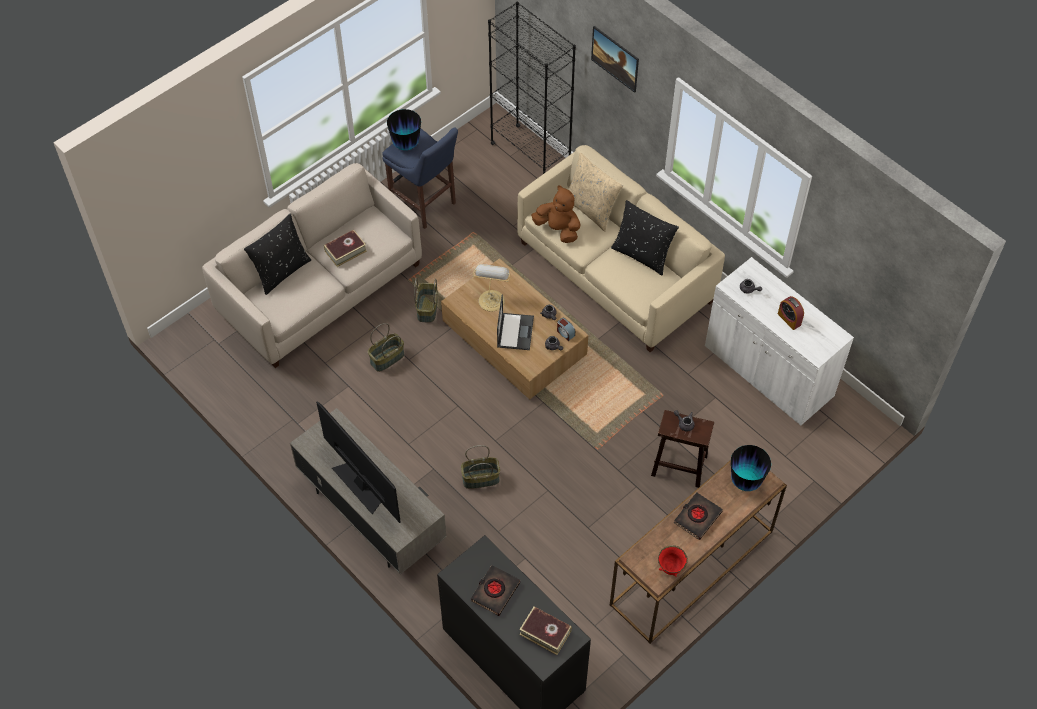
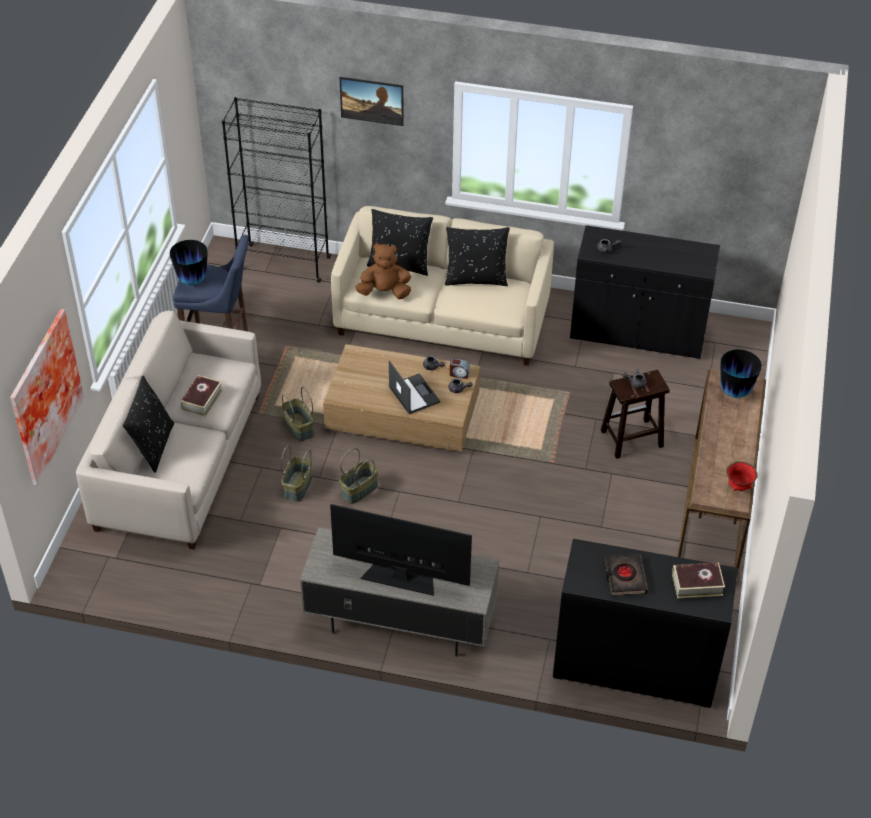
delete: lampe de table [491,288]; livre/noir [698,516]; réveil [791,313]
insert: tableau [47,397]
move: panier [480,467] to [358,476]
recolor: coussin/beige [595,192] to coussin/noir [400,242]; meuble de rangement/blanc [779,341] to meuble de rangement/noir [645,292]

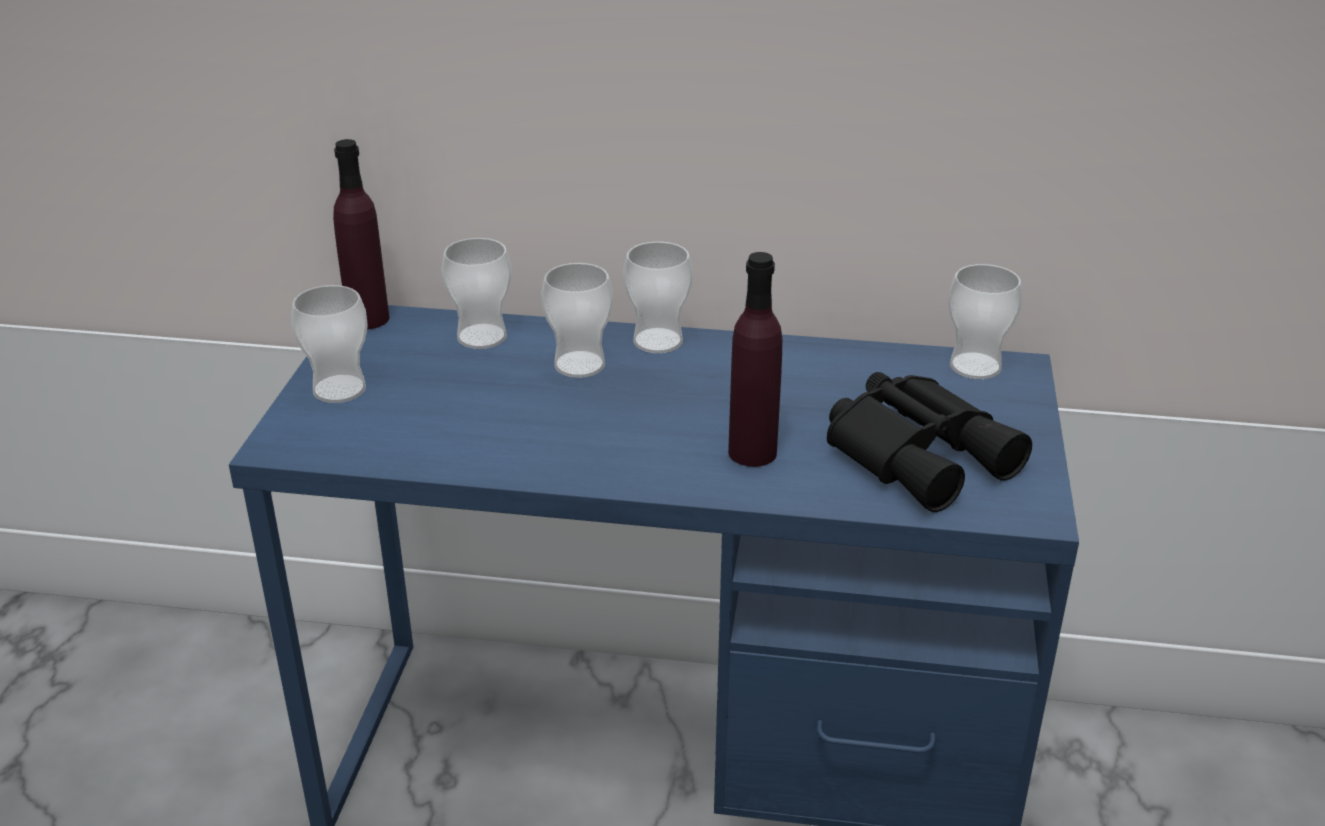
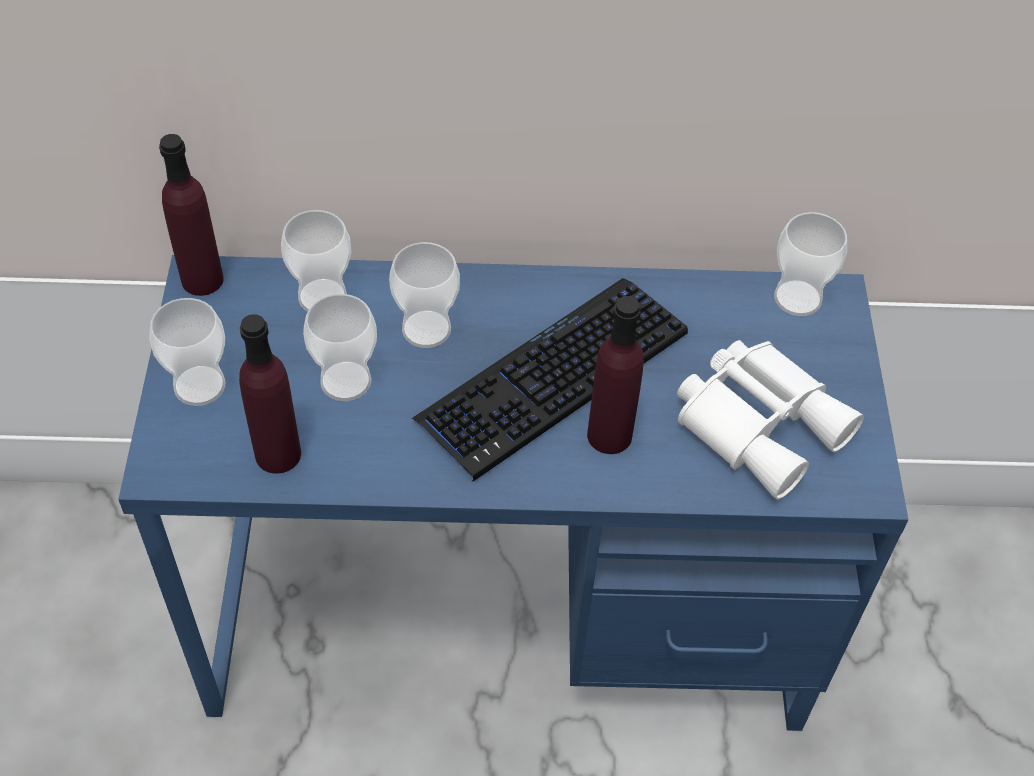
insert: bouteille/violet [270,394]; clavier [550,379]
move: tasse [658,297] to [340,347]
recolor: jumelles/noir [929,442] to jumelles/blanc [770,420]

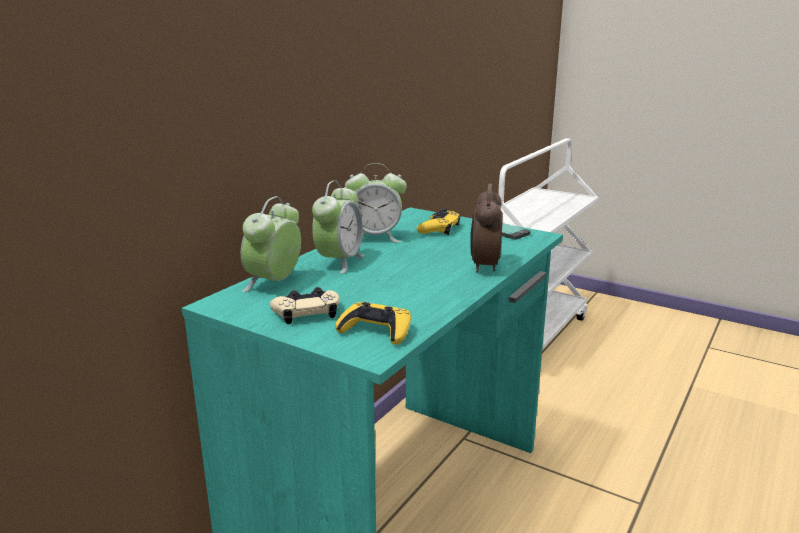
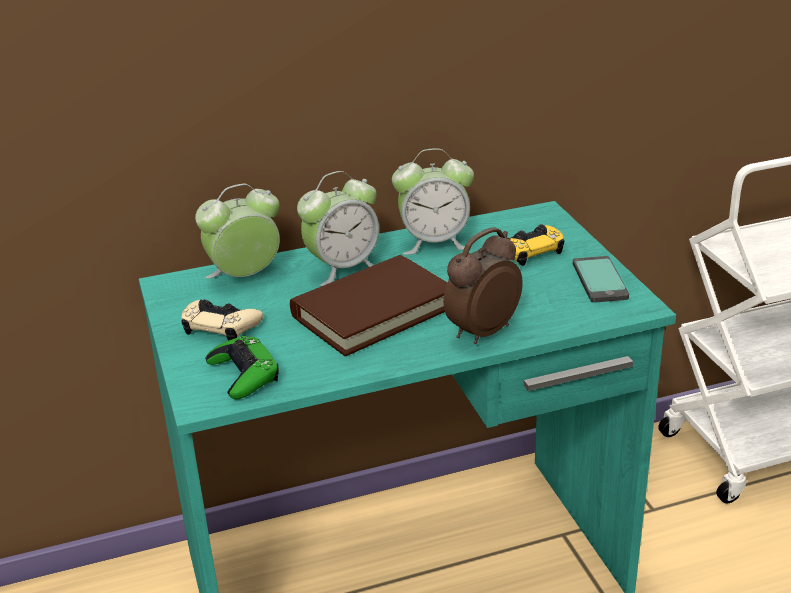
insert: livre/marron [368,305]
recolor: manette/jaune [373,323] to manette/vert [242,368]
rotate: réveil [376,203] = [433,201] 45 degrees counterclockwise

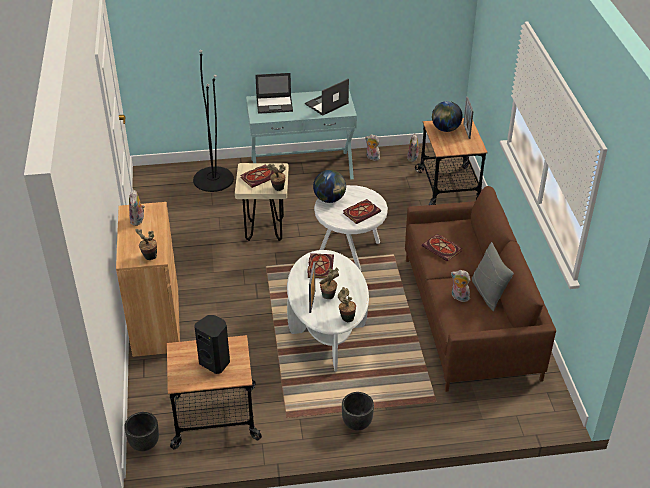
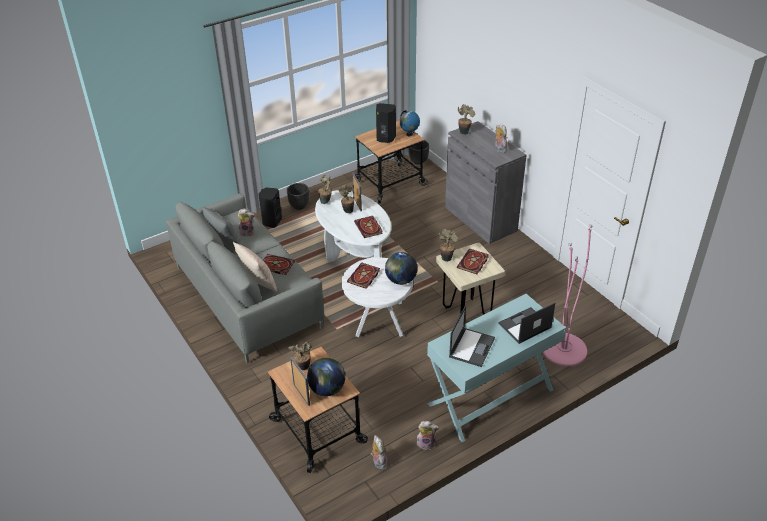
insert: coussin/beige [255,267]; enceinte/noir [270,208]; plante en pot [300,356]; globe [409,123]
recolor: meuble de rangement/marron [148,279] to meuble de rangement/gris [486,182]; lampadaire/noir [213,121] to lampadaire/rose [568,295]; canapé/marron [480,289] to canapé/gris [245,278]

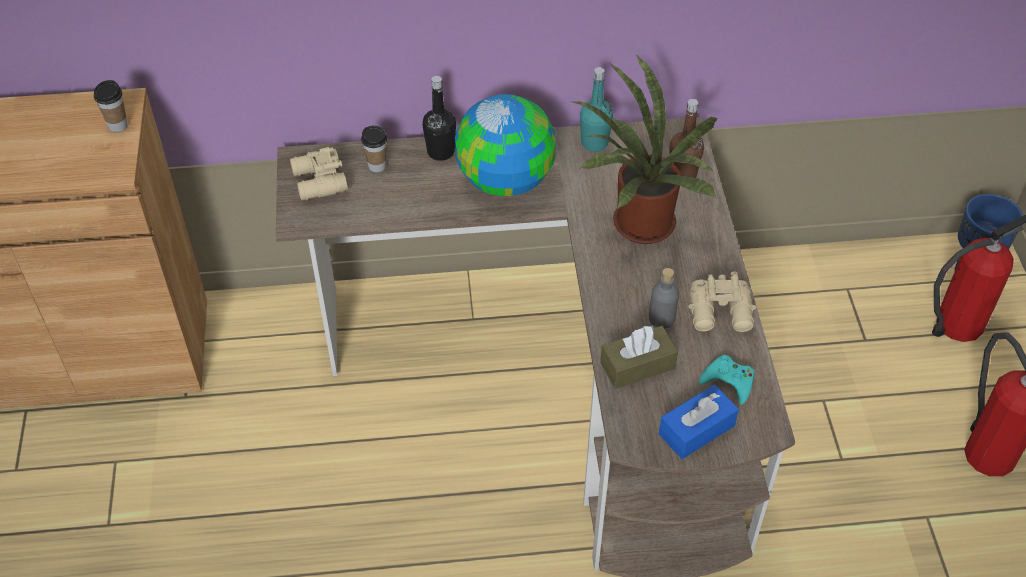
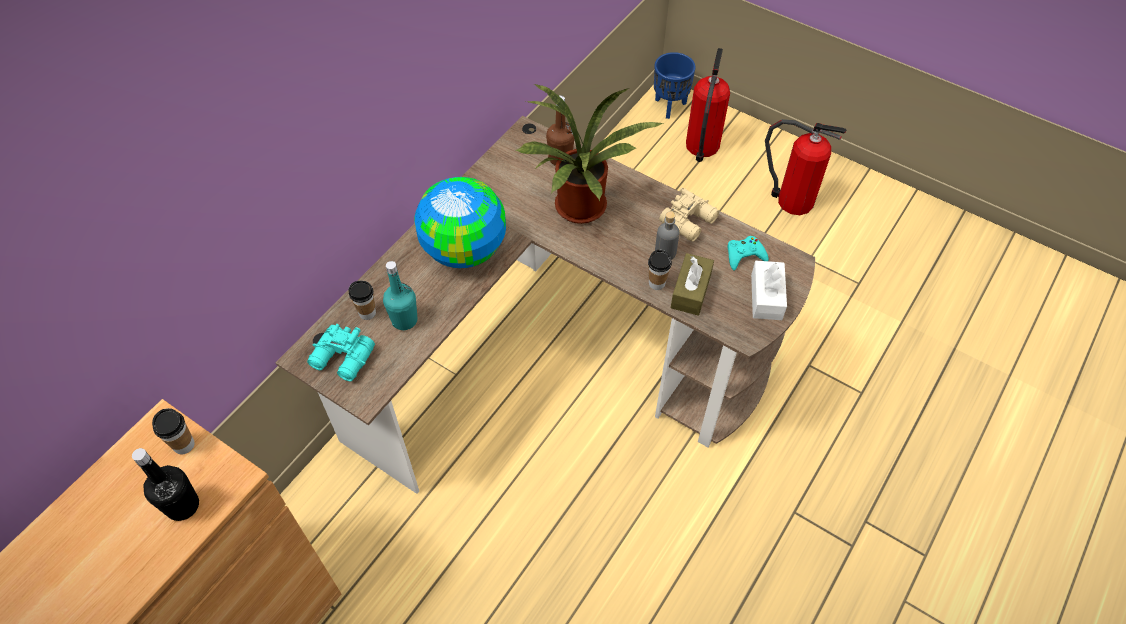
insert: tasse [660,269]
move: bouteille/noir [439,118] to [165,484]; bouteille/turquoise [596,109] to [400,295]
recolor: jumelles/beige [319,174] to jumelles/turquoise [341,352]; boîte à mouchoirs/bleu [699,421] to boîte à mouchoirs/blanc [769,290]

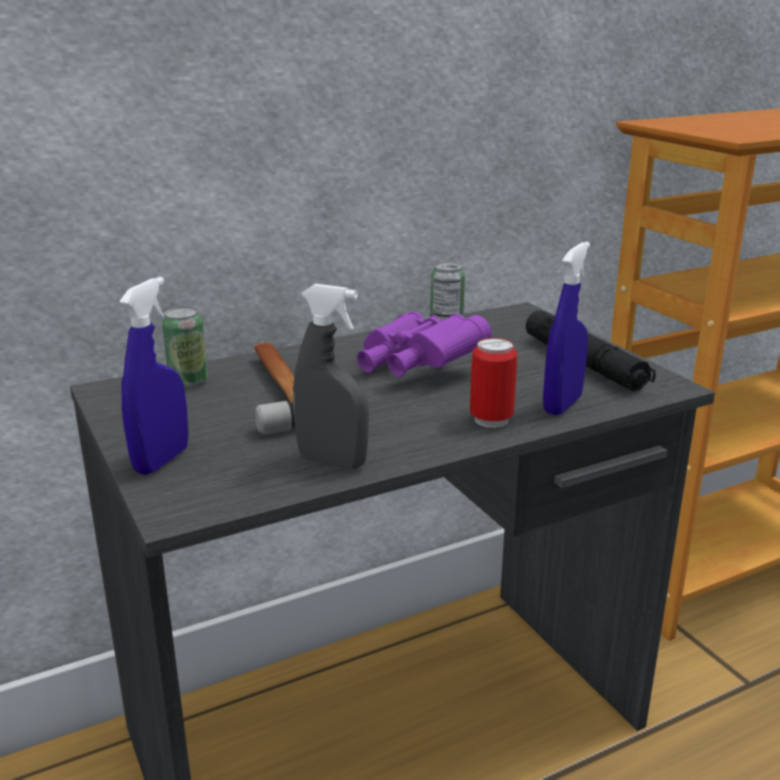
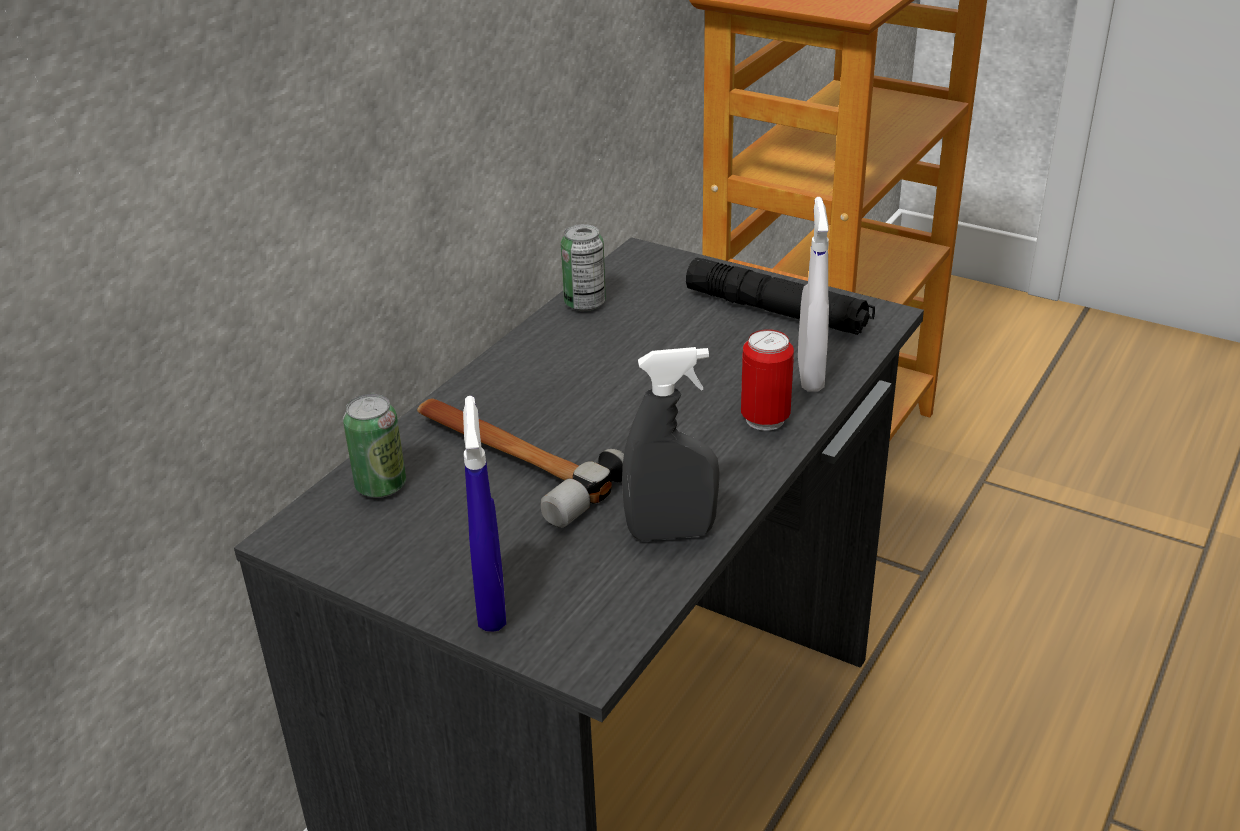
delete: jumelles/violet [424,344]
recolor: vaporisateur/bleu [566,328] to vaporisateur/blanc [813,294]

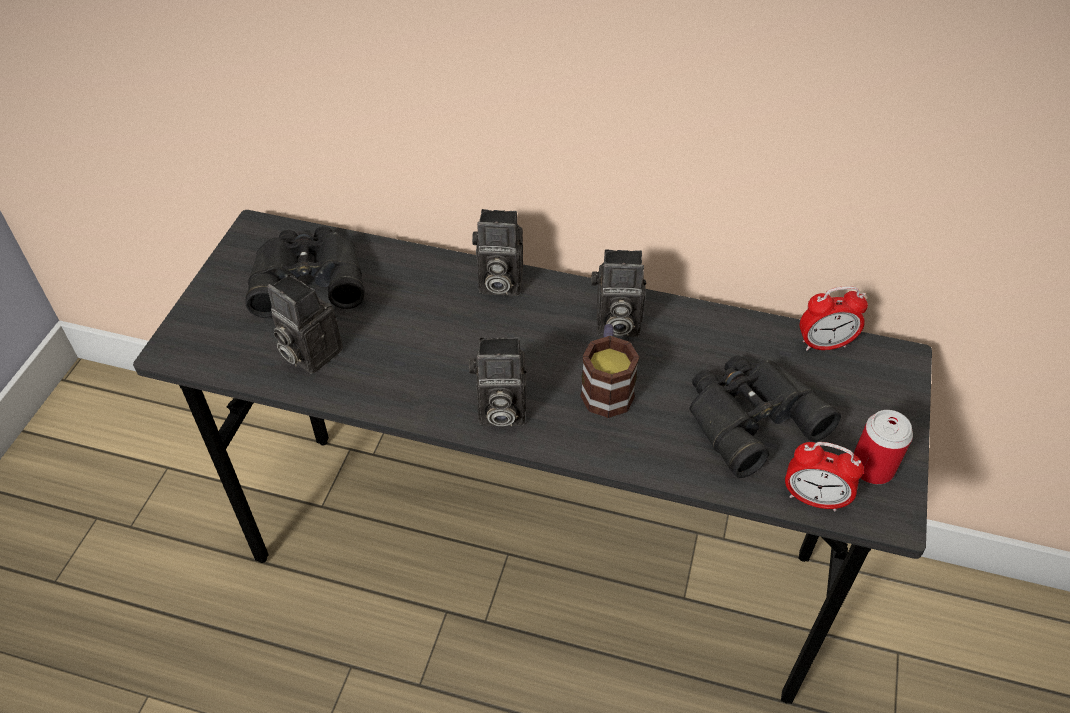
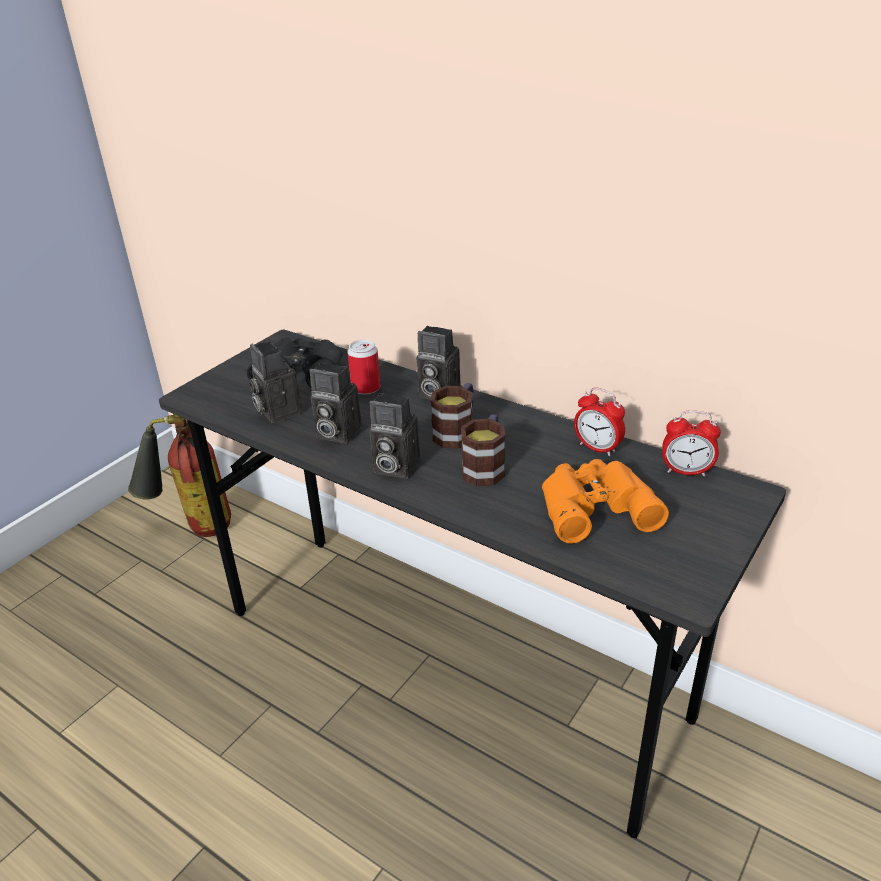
insert: extincteur [179,475]; mug [451,416]
move: appareil photo [618,293] to [335,403]; réveil [824,476] to [599,422]; boîte métallique [883,447] to [364,367]
recolor: jumelles/noir [765,416] to jumelles/orange [605,501]

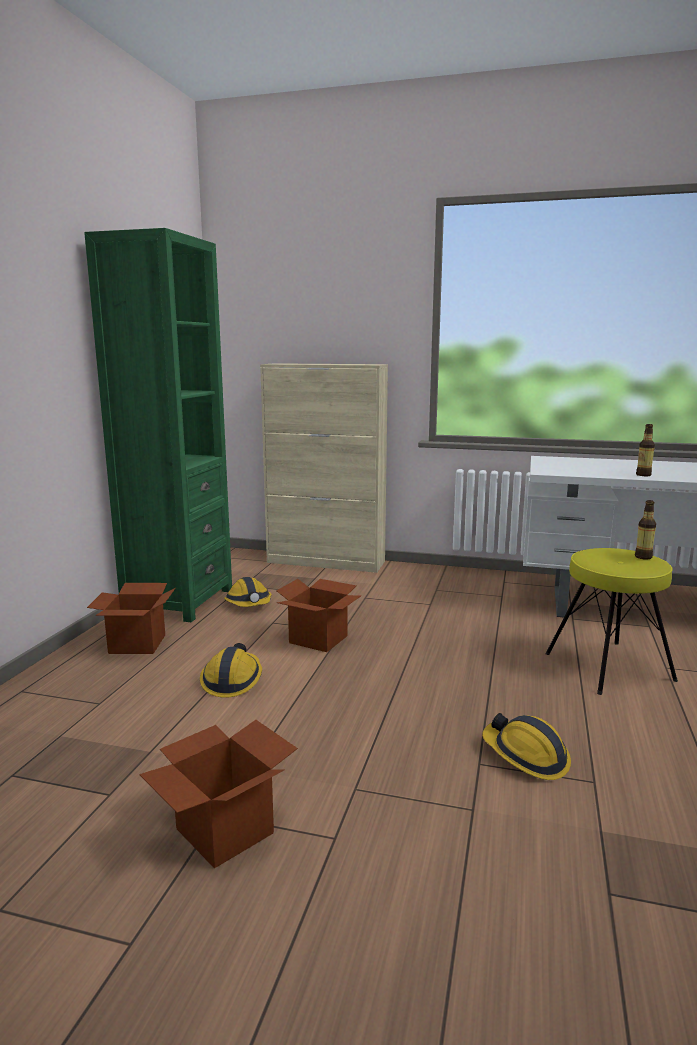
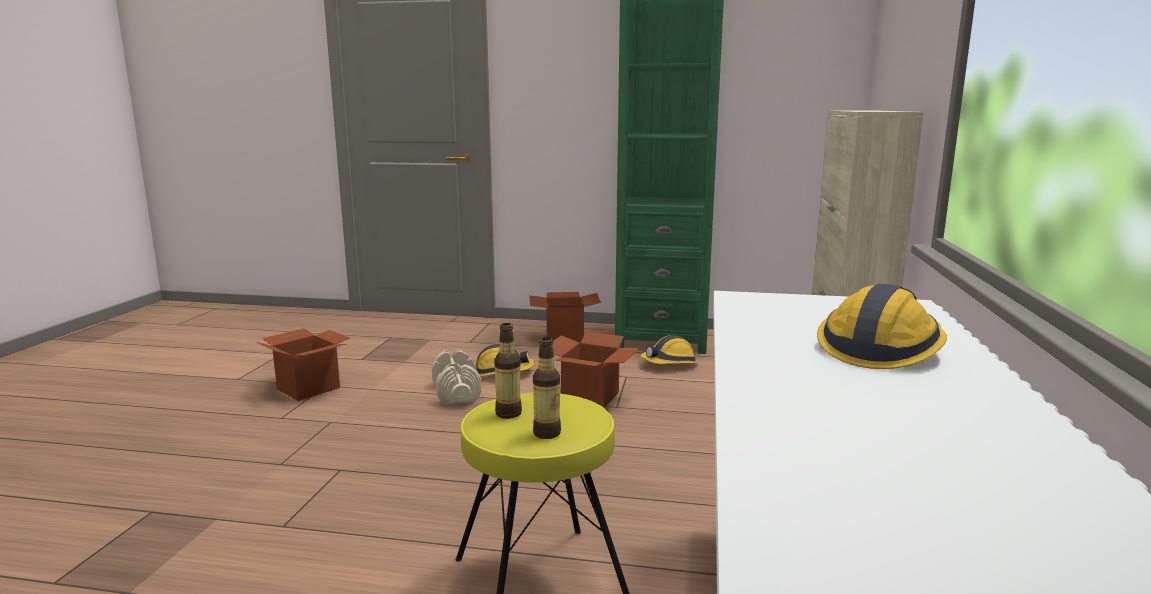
insert: haltère/beige [456,377]
move: casque de chantier [526,746] to [882,326]; bouteille [645,450] to [508,371]

